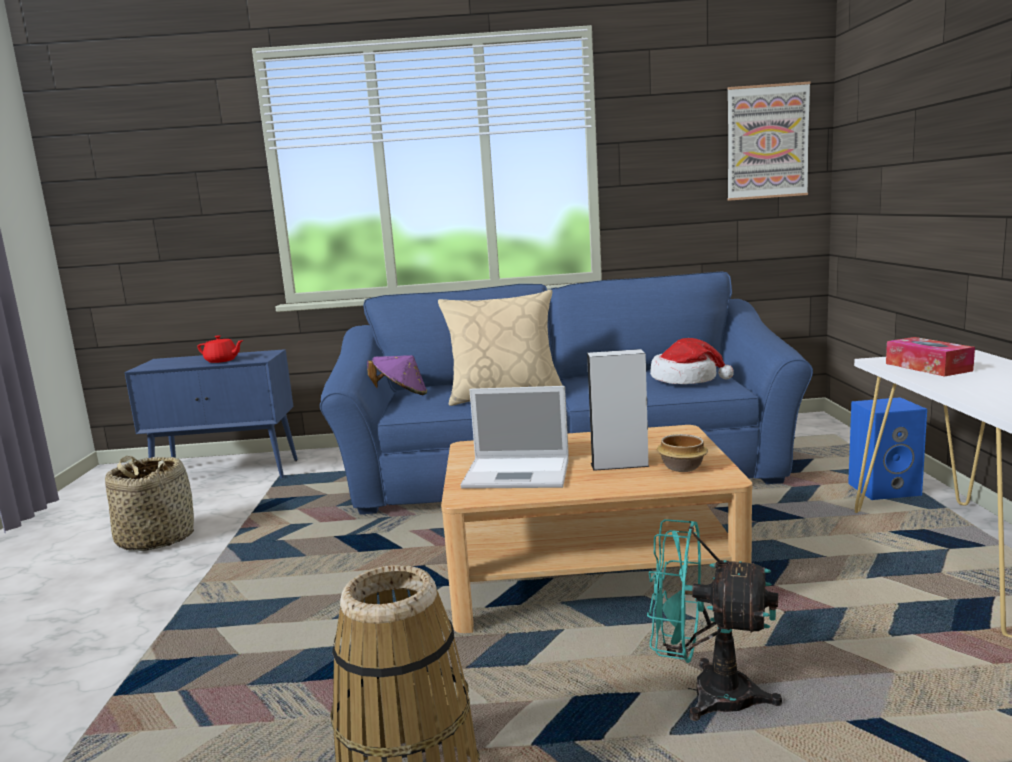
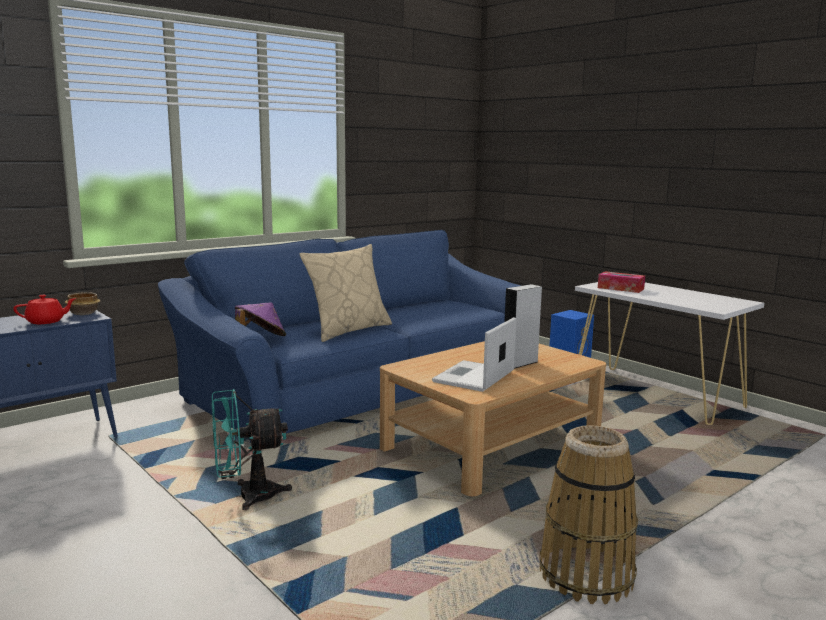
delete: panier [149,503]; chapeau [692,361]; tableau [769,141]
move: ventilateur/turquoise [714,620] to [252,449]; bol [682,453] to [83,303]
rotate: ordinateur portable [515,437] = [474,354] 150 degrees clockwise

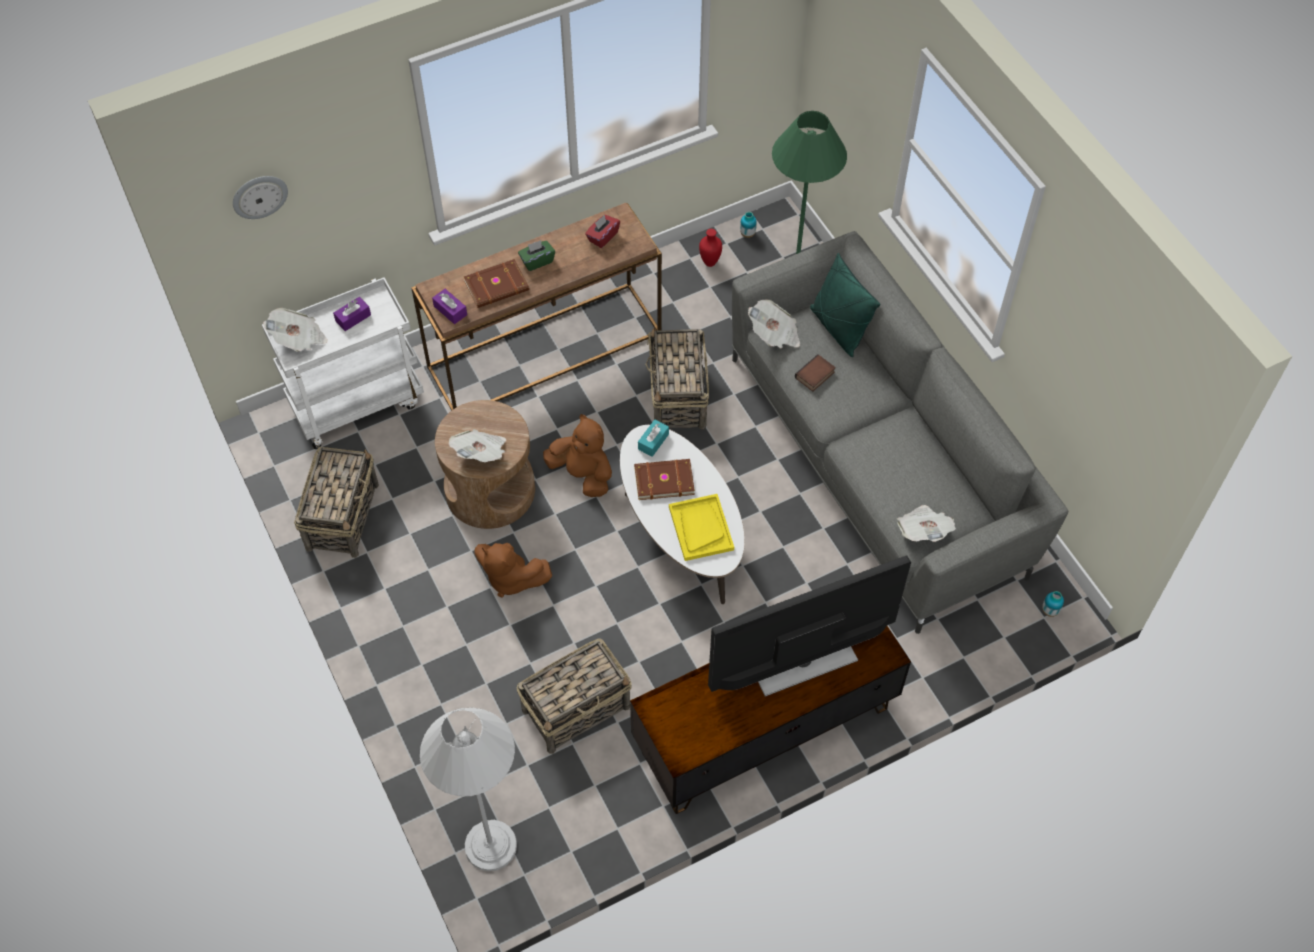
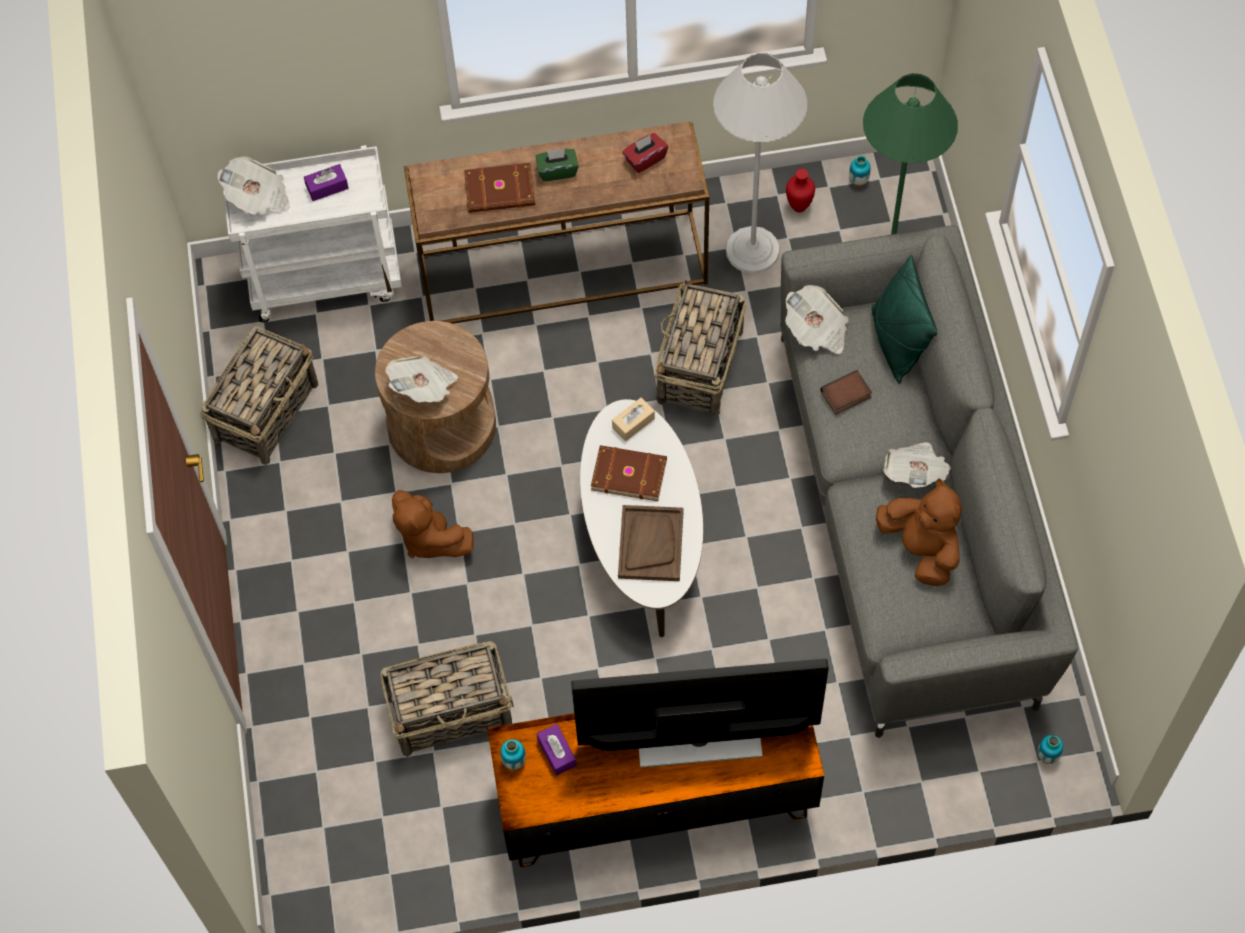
delete: horloge murale [260,197]
insert: vase [513,754]
move: lampadaire/blanc [468,789] to [760,163]; boîte à mouchoirs/violet [449,306] to [557,750]; peluche/marron [577,455] to [919,532]; journal [926,523] to [917,465]
recolor: boîte à mouchoirs/turquoise [653,438] to boîte à mouchoirs/beige [633,419]; plateau/jaune [701,527] to plateau/marron [651,543]

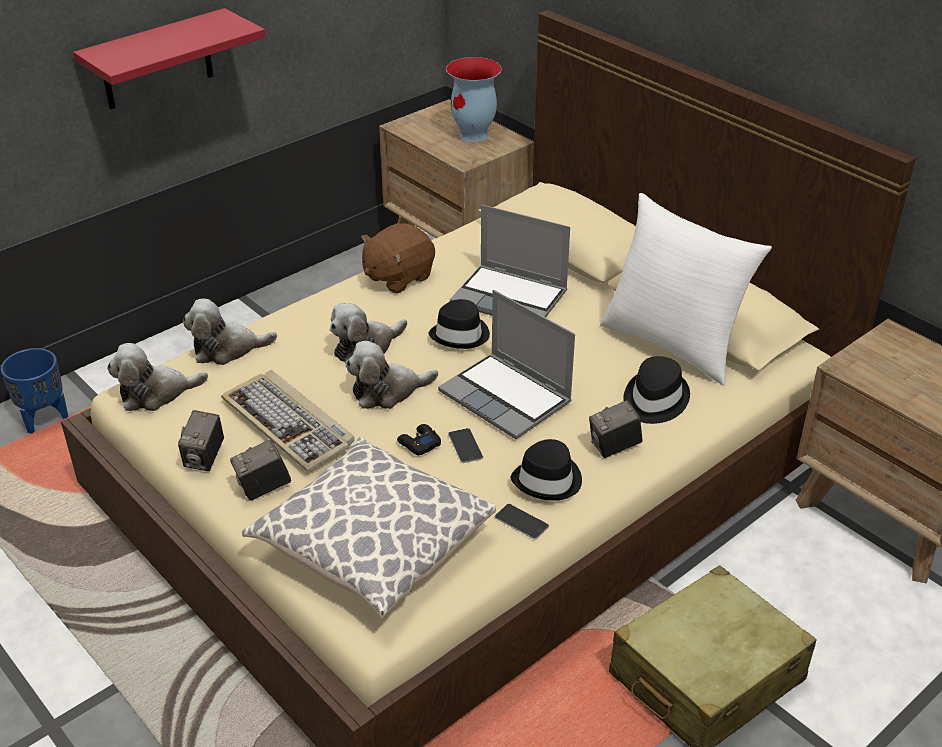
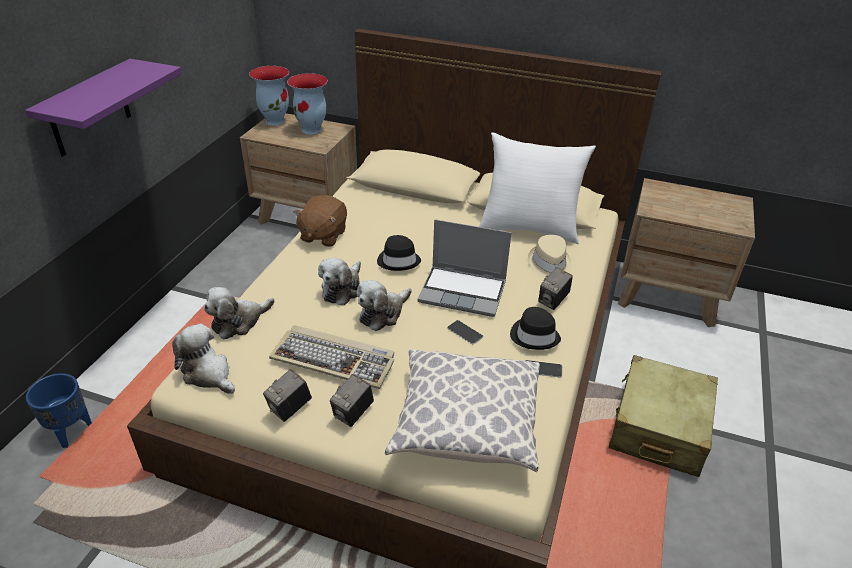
delete: manette/noir [419,439]; ordinateur portable [510,261]
insert: vase [269,96]
recolor: étagère/rouge [169,58] to étagère/violet [103,108]; chapeau/noir [656,390] to chapeau/beige [549,257]
rotate: peluche [157,377] = [203,359] 90 degrees clockwise; appareil photo [201,440] = [287,395] 60 degrees clockwise

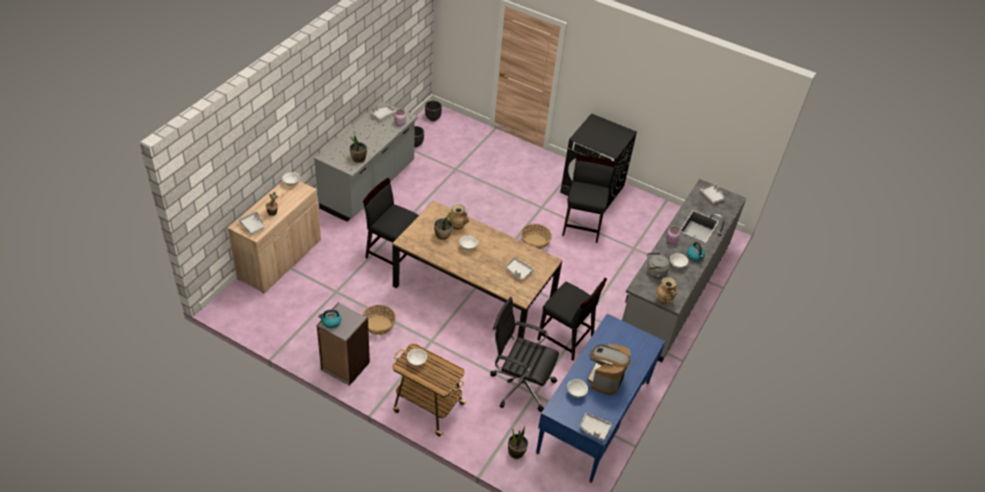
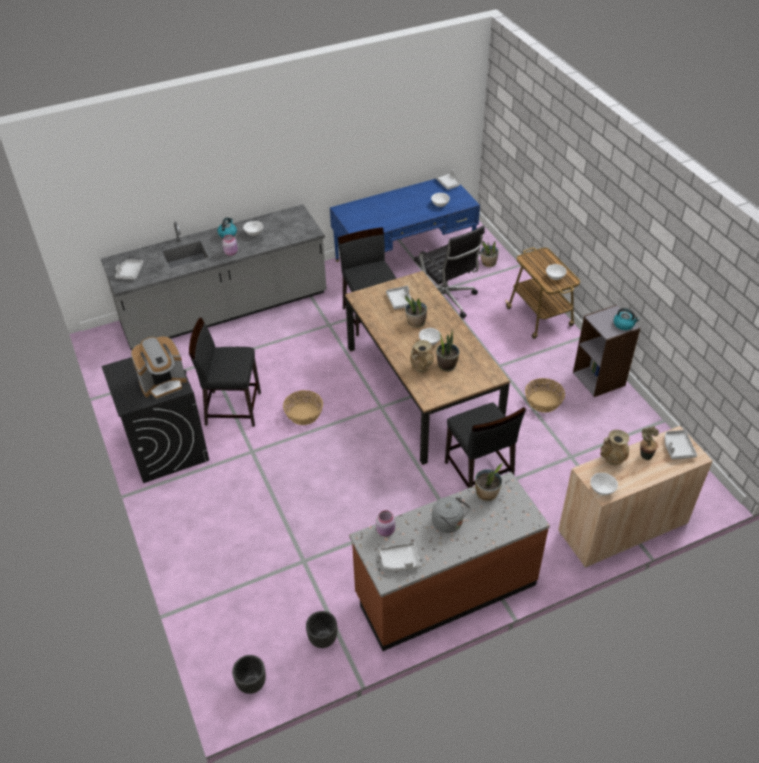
insert: plante en pot [416,311]
move: machine à café [609,369] to [159,368]; bouilloire/gris [658,266] to [451,514]; vase/beige [666,290] to [614,447]
recolor: comptoir de cuisine/gris [365,161] to comptoir de cuisine/marron [449,561]
rotate: chaise/noir [589,199] = [225,372] 45 degrees clockwise

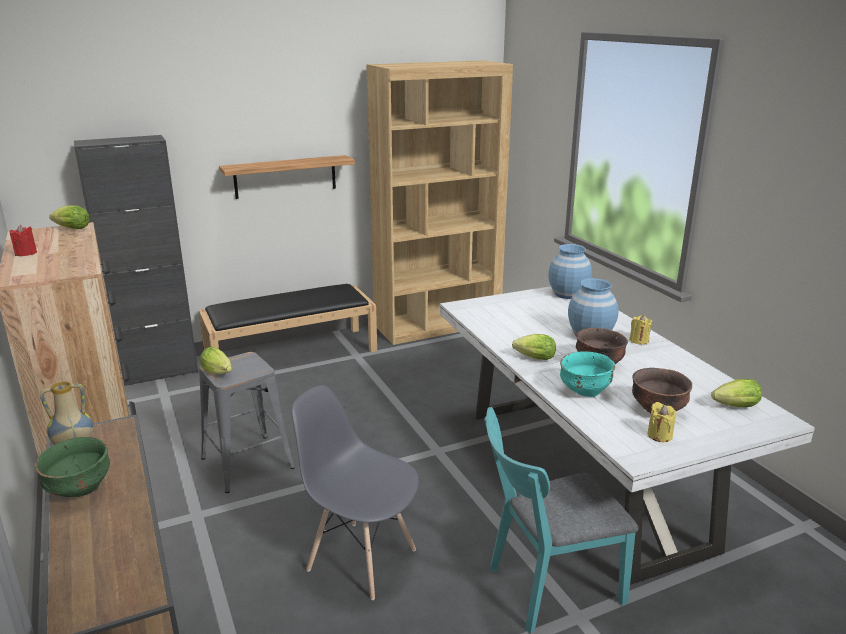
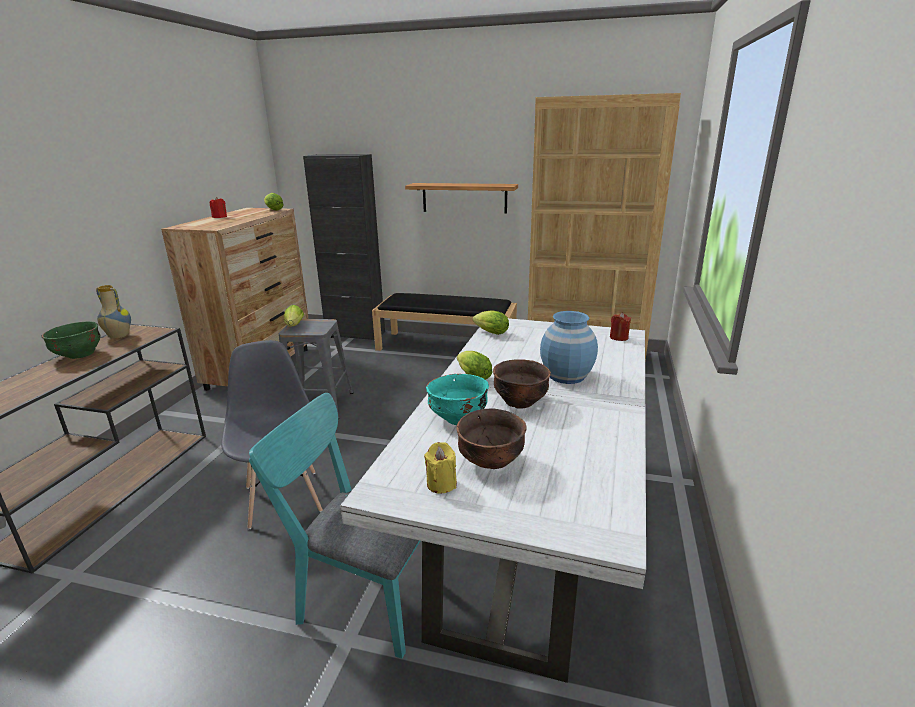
delete: bougie/jaune [640,330]
move: laitue [736,393] to [491,322]
replace: vase/bleu [570,271] to bougie/rouge [620,327]

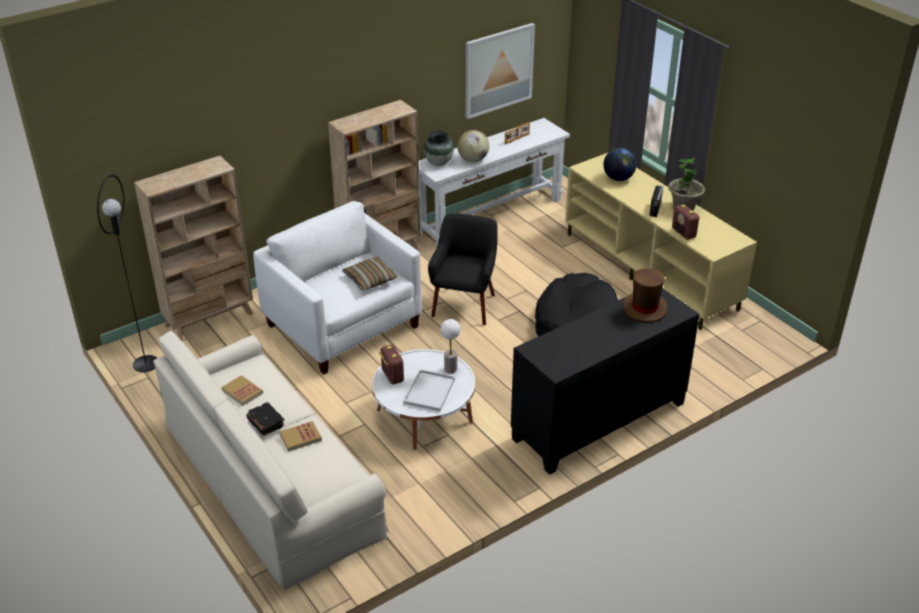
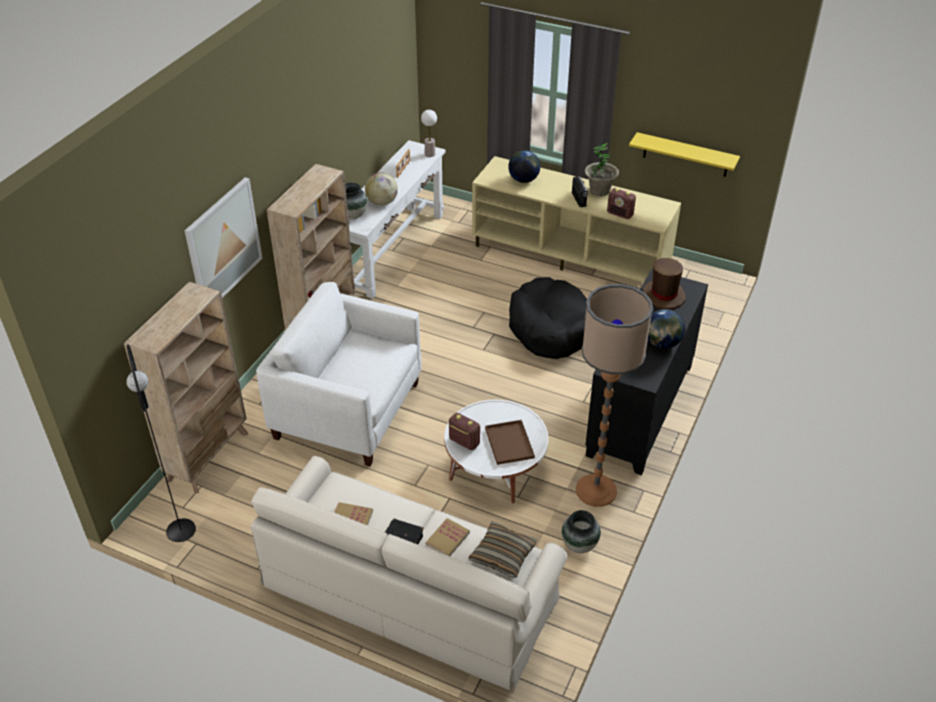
delete: fauteuil/noir [463,269]
insert: vase [581,531]; lampadaire [614,395]; étagère/jaune [684,154]; globe [666,329]
move: coussin [370,274] to [502,550]; lampe de table [451,346] to [429,133]; tableau [500,71] to [223,237]
recolor: plateau/blanc [429,390] to plateau/marron [510,442]

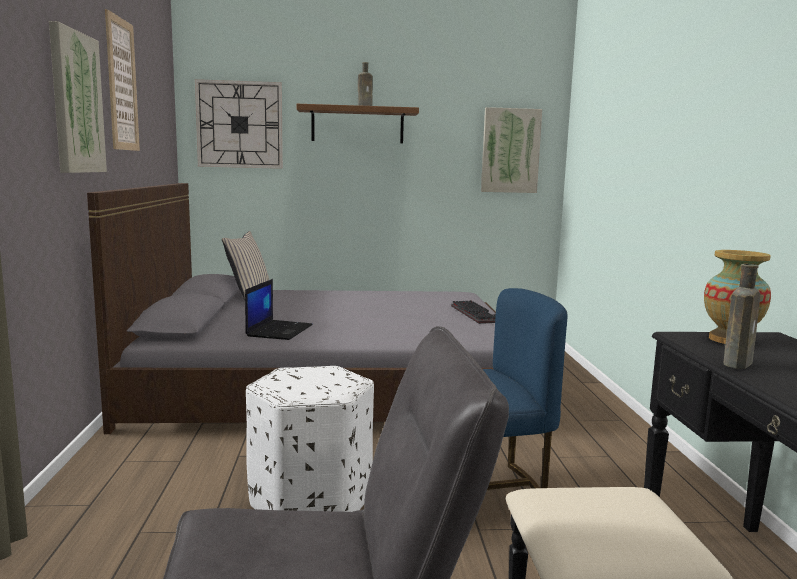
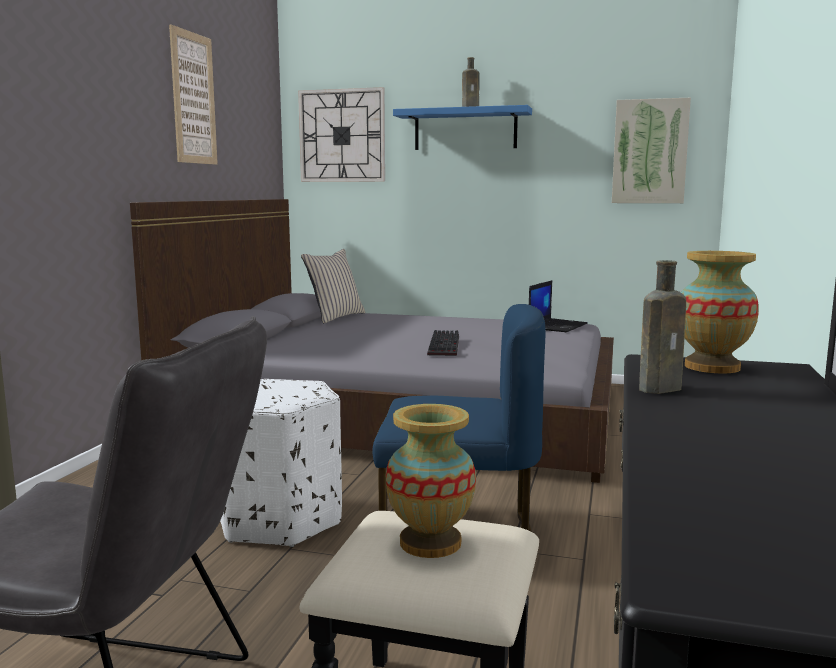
delete: tableau [78,97]
insert: vase [431,481]
move: ordinateur portable [279,309] to [558,306]; clavier [473,312] to [443,343]
recolor: étagère/marron [358,123] to étagère/bleu [462,127]

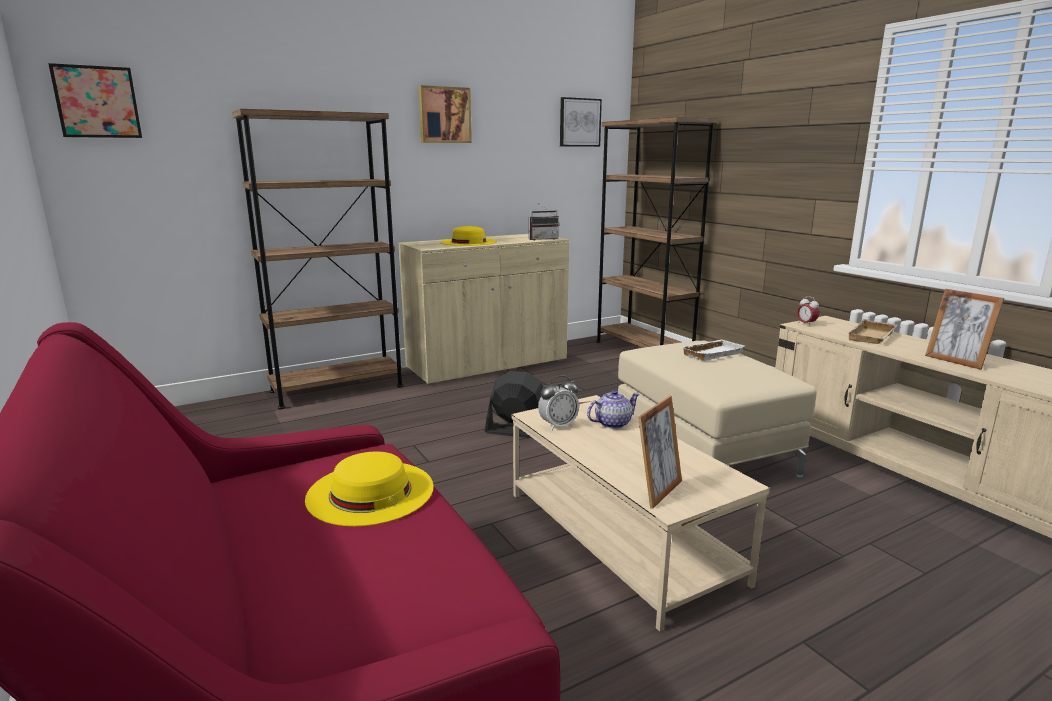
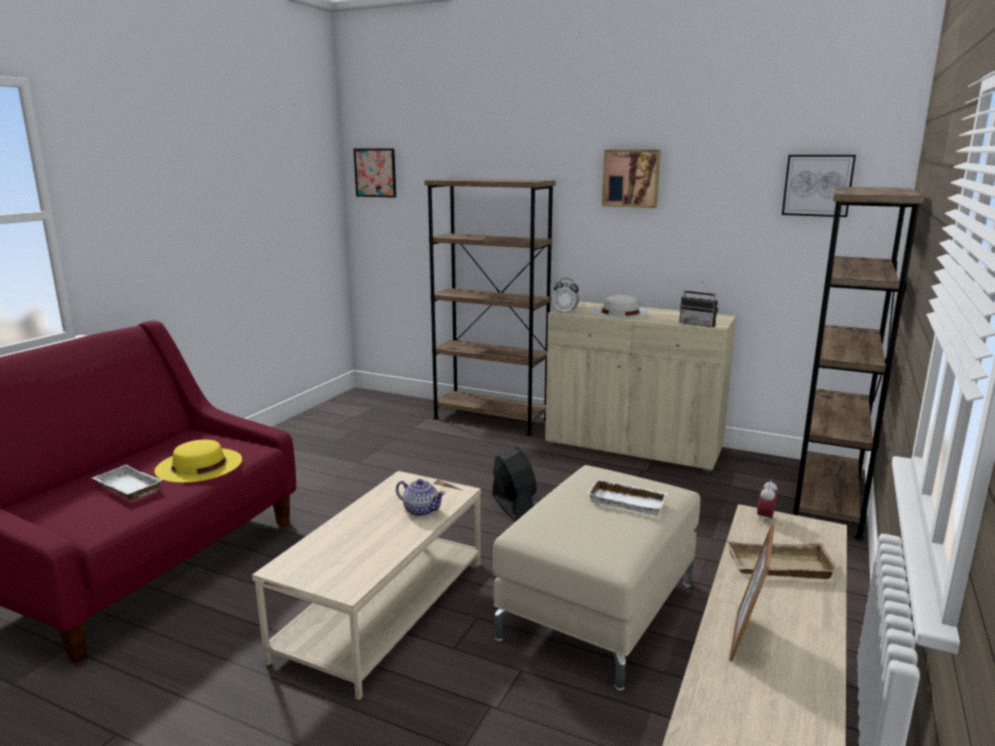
delete: cadre photo [660,452]
insert: plateau/blanc [127,482]
move: réveil [558,403] to [566,295]
recolor: chapeau/jaune [469,236] to chapeau/blanc [620,307]

